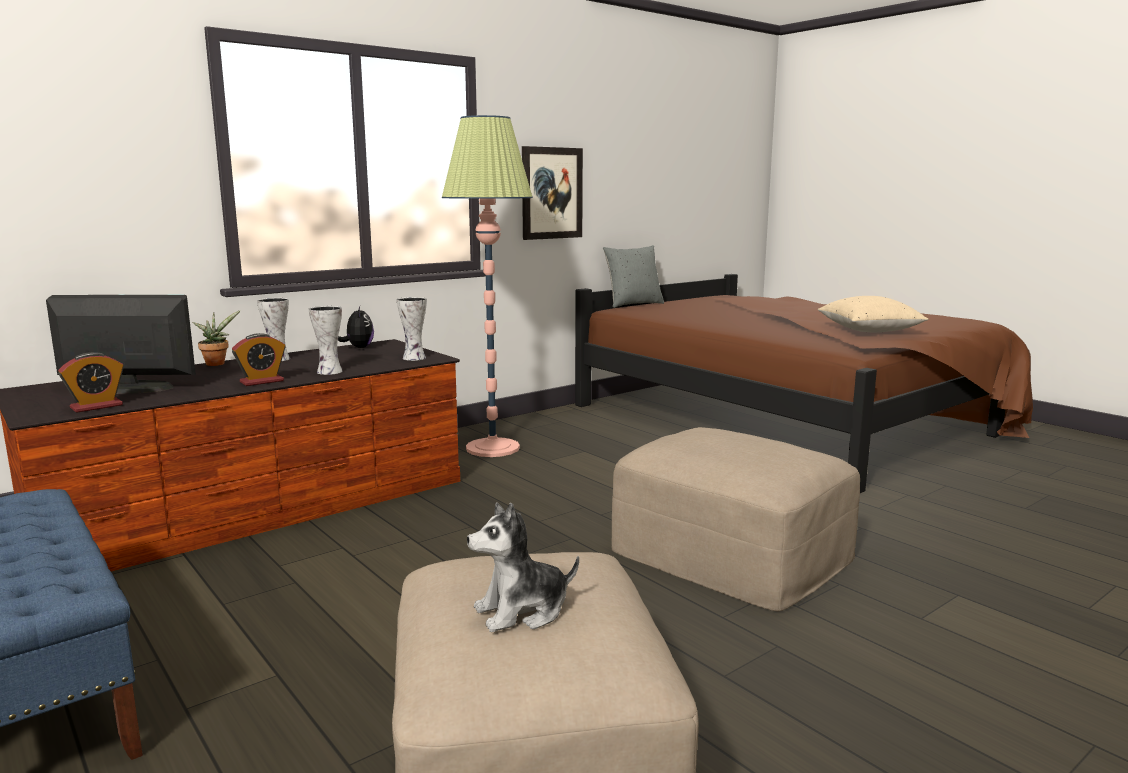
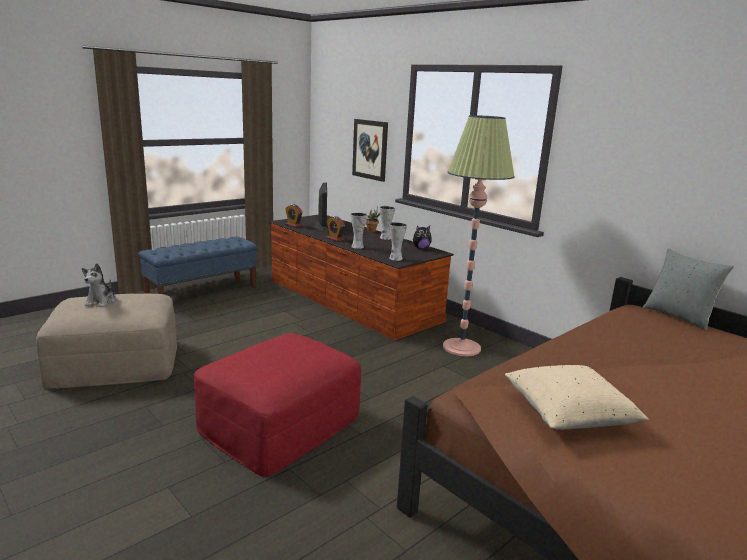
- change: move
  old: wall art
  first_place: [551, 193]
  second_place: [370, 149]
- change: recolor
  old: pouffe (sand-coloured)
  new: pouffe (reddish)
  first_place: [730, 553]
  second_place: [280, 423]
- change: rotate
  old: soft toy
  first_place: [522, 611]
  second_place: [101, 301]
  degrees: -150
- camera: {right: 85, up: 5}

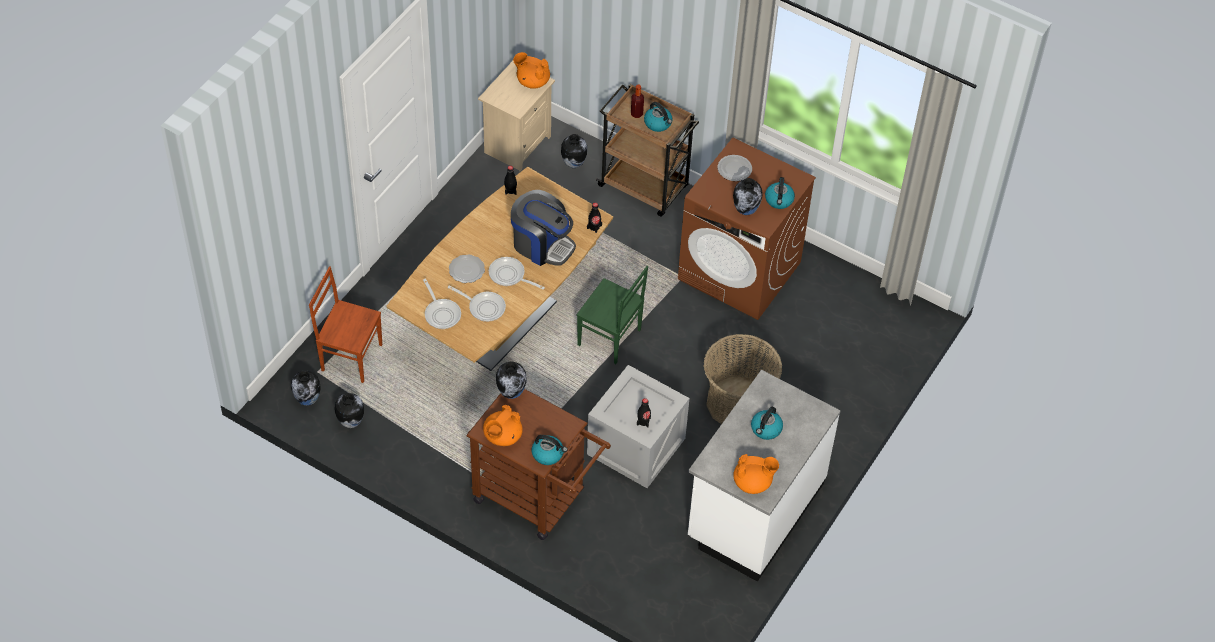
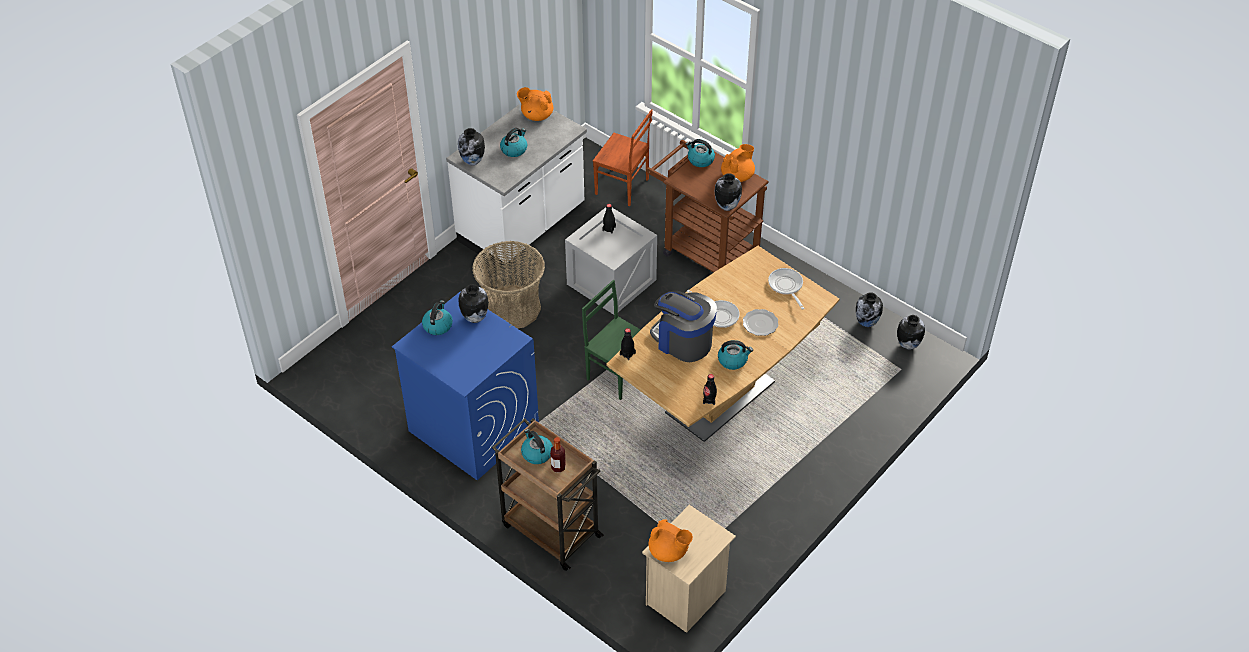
- change: delete
  old: skillet
  first_place: [484, 307]
- change: delete
  old: plate
  first_place: [735, 169]
- change: insert
  new: water kettle
  second_place: [733, 360]
- change: move
  old: plain chair (brown)
  first_place: [351, 356]
  second_place: [622, 187]
- change: move
  old: flower vase
  first_place: [573, 164]
  second_place: [472, 162]
- change: recolor
  old: laundry appliance (brown)
  new: laundry appliance (blue)
  first_place: [740, 271]
  second_place: [473, 427]
- camera: {right: -170, up: -5}

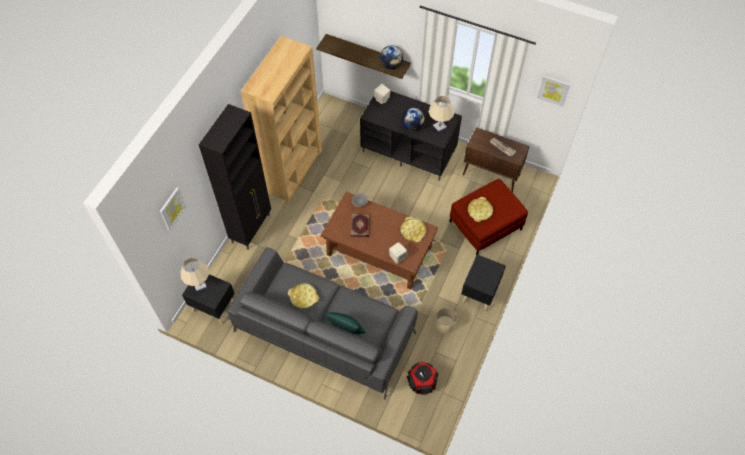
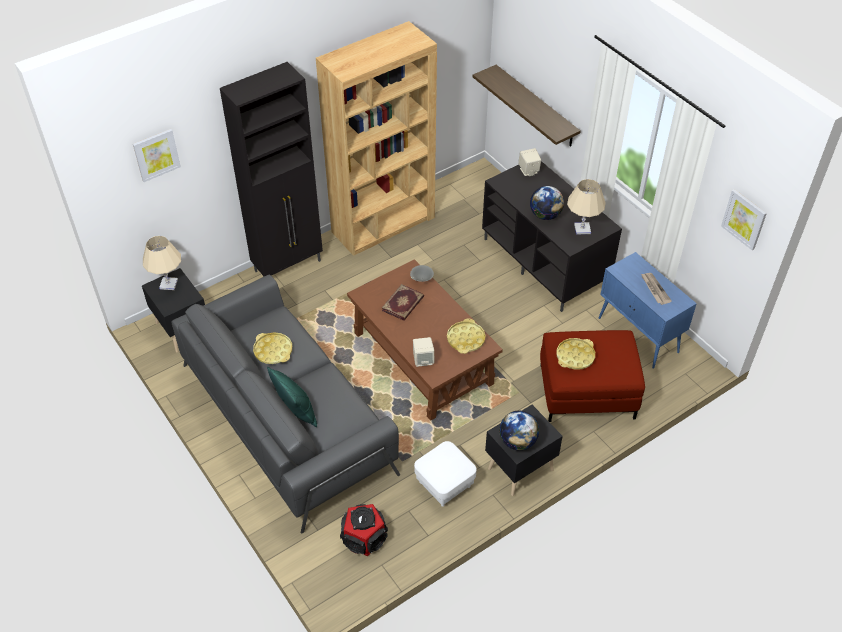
- change: move
  old: desk globe
  first_place: [391, 65]
  second_place: [517, 441]
- change: replace
  old: flower pot (sand-coloured)
  new: pouffe (white-coloured)
  first_place: [444, 324]
  second_place: [444, 484]
- change: recolor
  old: cupboard (brown)
  new: cupboard (blue)
  first_place: [491, 175]
  second_place: [638, 335]
- camera: {right: 30, up: -10}

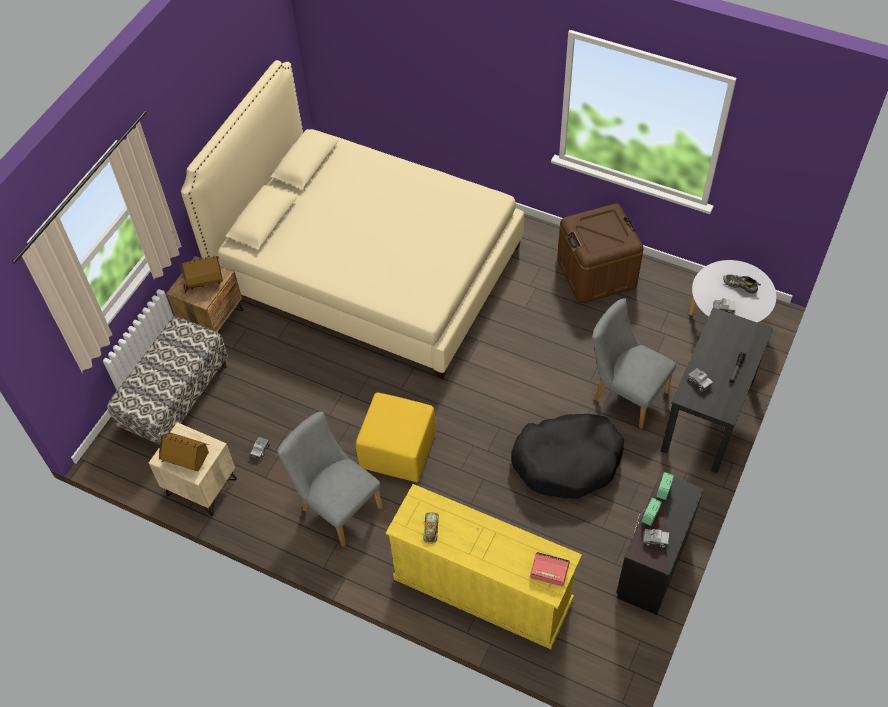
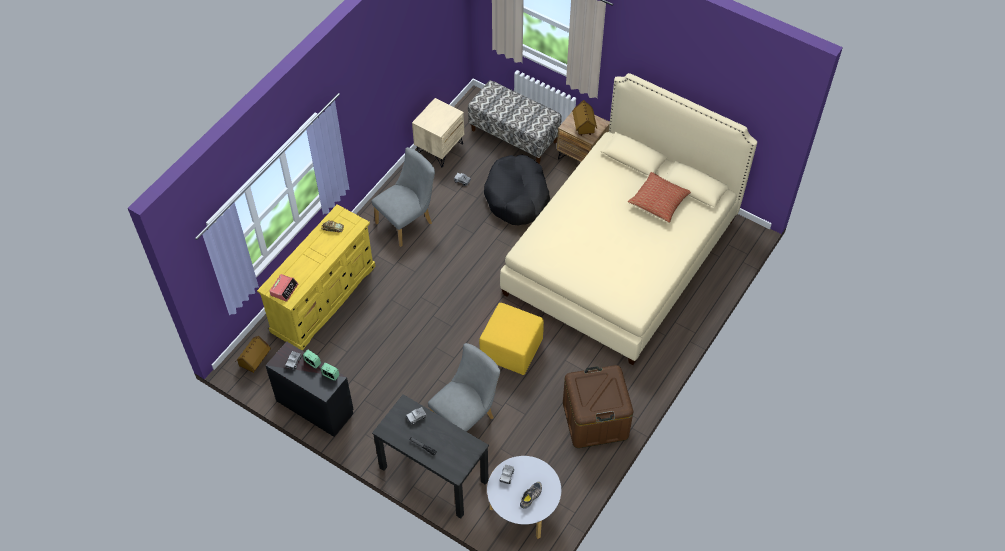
- change: insert
  new: pillow
  second_place: [658, 202]
- change: move
  old: toy house
  first_place: [187, 460]
  second_place: [255, 361]
- change: move
  old: pouffe (yellow-coloured)
  first_place: [398, 450]
  second_place: [512, 349]
- change: move
  old: pet bed (black)
  first_place: [567, 461]
  second_place: [517, 197]
- camera: {right: 95, up: 0}

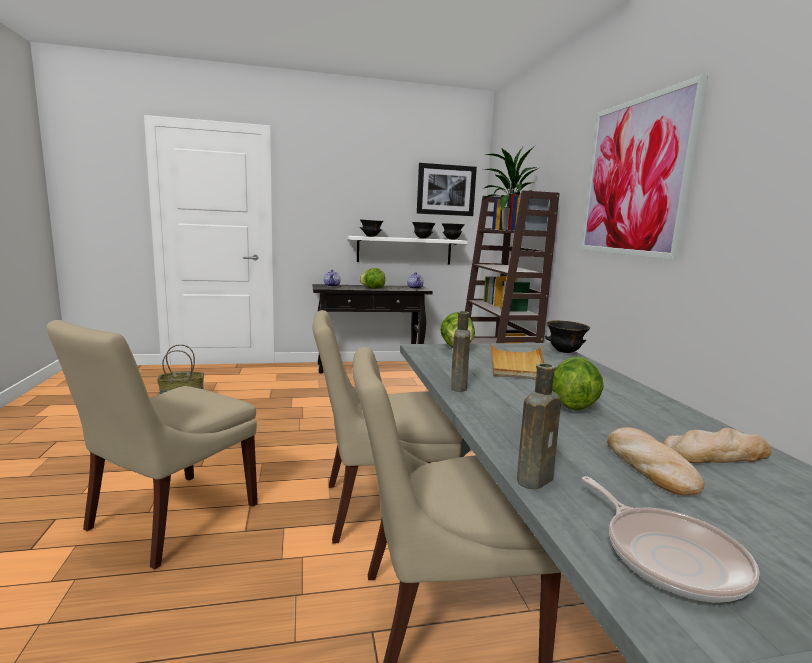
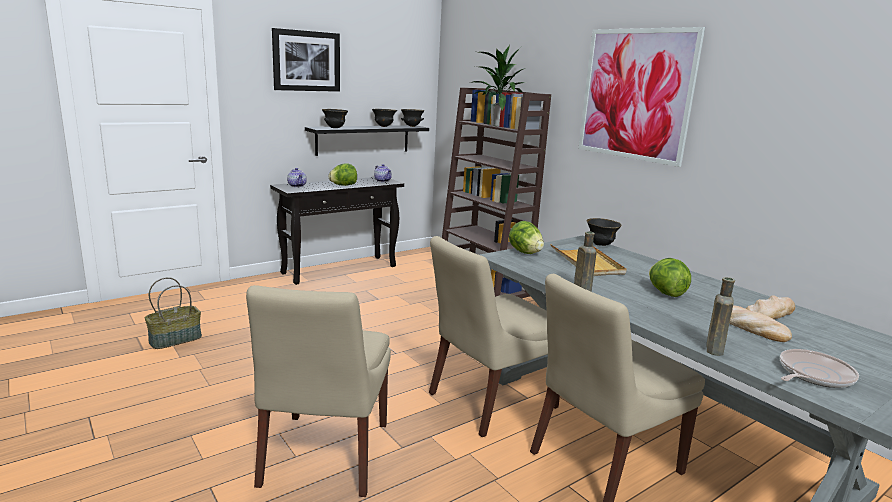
- change: move
  old: wall art
  first_place: [446, 190]
  second_place: [306, 61]
- change: recolor
  old: wall shelf (white-coloured)
  new: wall shelf (black)
  first_place: [404, 250]
  second_place: [363, 139]
- change: rotate
  old: skillet
  first_place: [669, 556]
  second_place: [813, 375]
  degrees: -75
- camera: {right: -25, up: 5}

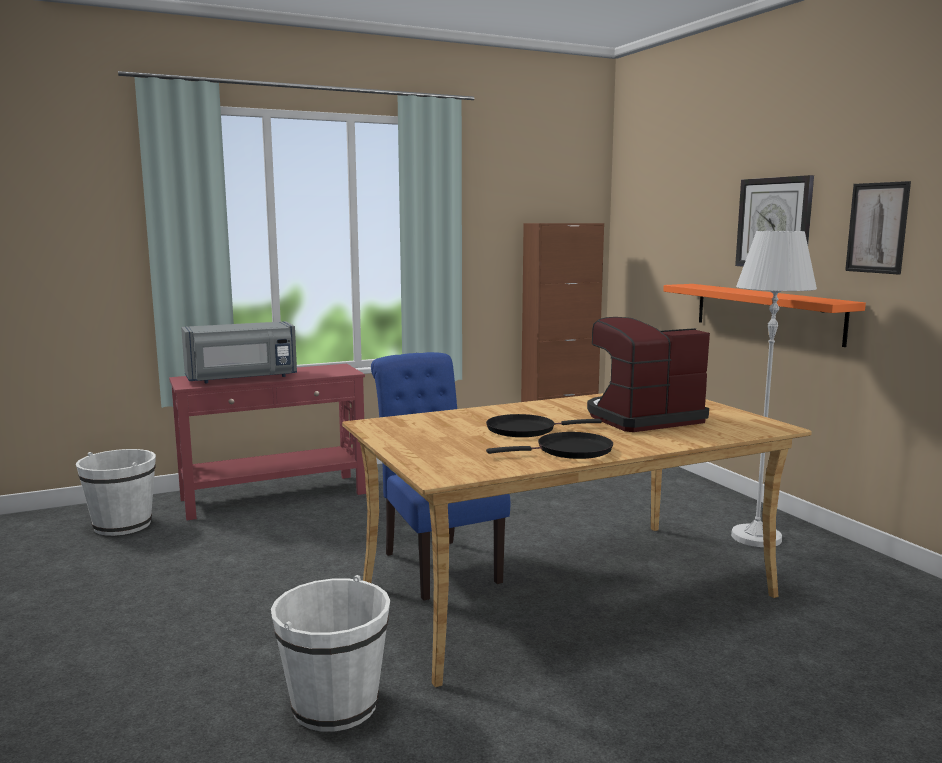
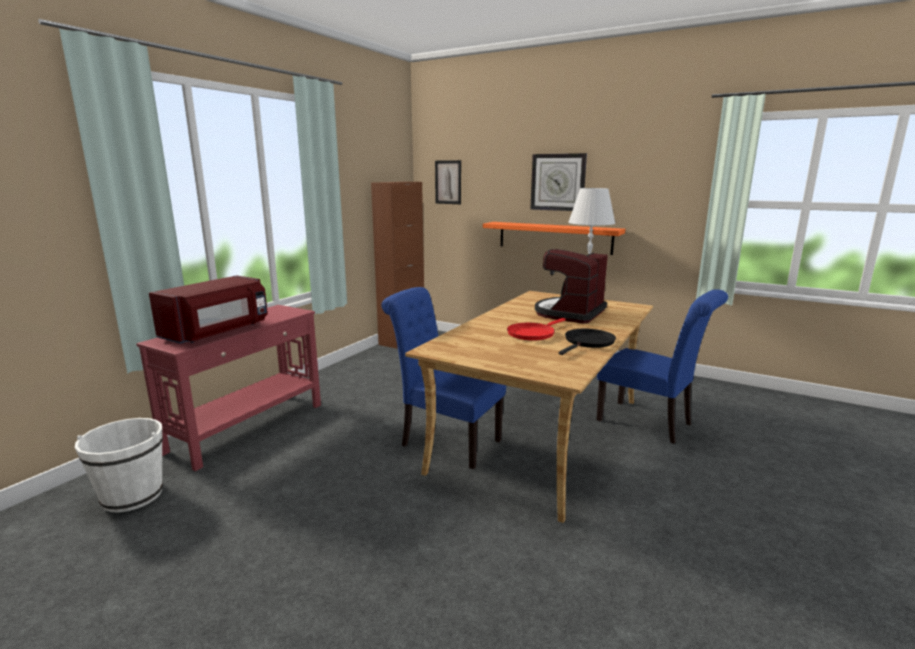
- change: delete
  old: pail (white-coloured)
  first_place: [335, 705]
- change: insert
  new: plain chair (blue)
  second_place: [650, 423]
- change: move
  old: wall art
  first_place: [877, 228]
  second_place: [448, 182]
- change: recolor
  old: microwave oven (gray)
  new: microwave oven (reddish)
  first_place: [242, 378]
  second_place: [218, 332]
- change: recolor
  old: skillet (black)
  new: skillet (reddish)
  first_place: [525, 430]
  second_place: [532, 333]
- camera: {right: -35, up: 5}

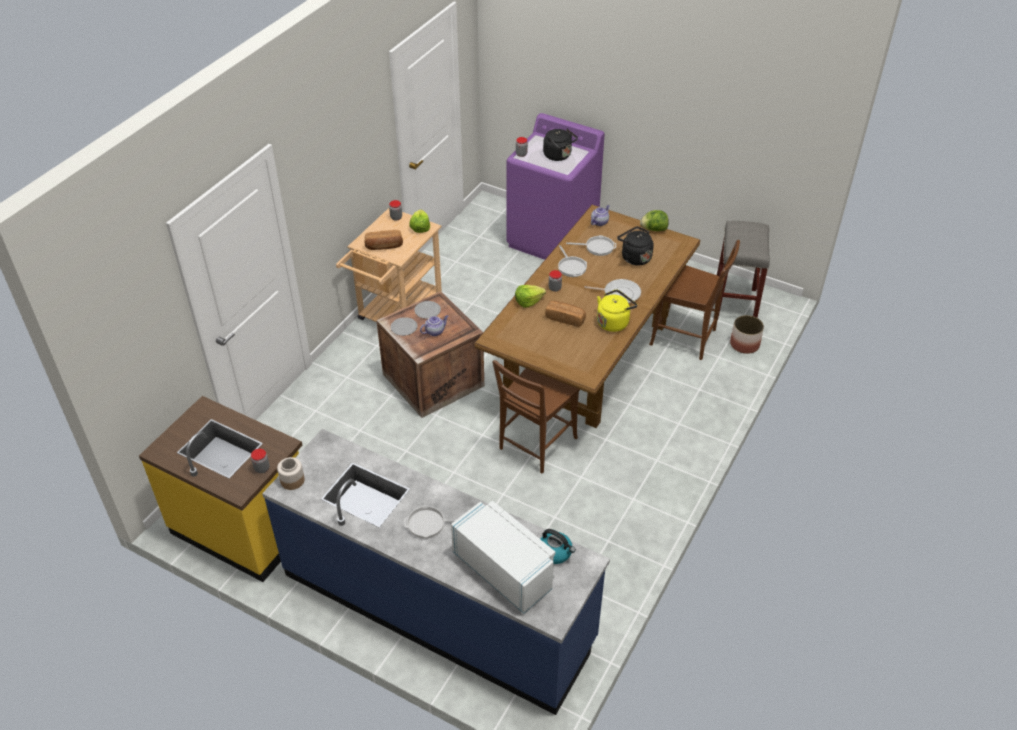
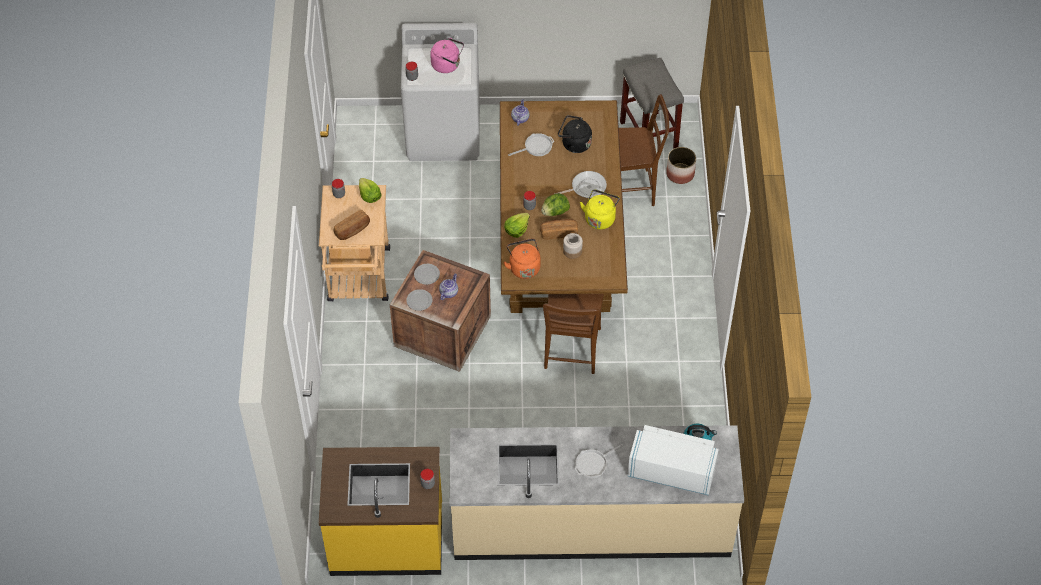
- change: delete
  old: skillet
  first_place: [571, 267]
- change: insert
  new: water kettle (orangey)
  second_place: [523, 267]
- change: move
  old: jar
  first_place: [292, 480]
  second_place: [572, 251]
- change: move
  old: lettuce
  first_place: [654, 229]
  second_place: [555, 212]
- change: recolor
  old: kitchen counter (blue)
  new: kitchen counter (sand-coloured)
  first_place: [438, 606]
  second_place: [591, 522]
- change: recolor
  old: laundry appliance (purple-coloured)
  new: laundry appliance (white-coloured)
  first_place: [552, 238]
  second_place: [444, 133]
- change: recolor
  old: water kettle (black)
  new: water kettle (pink)
  first_place: [559, 156]
  second_place: [447, 65]
- camera: {right: -30, up: 10}

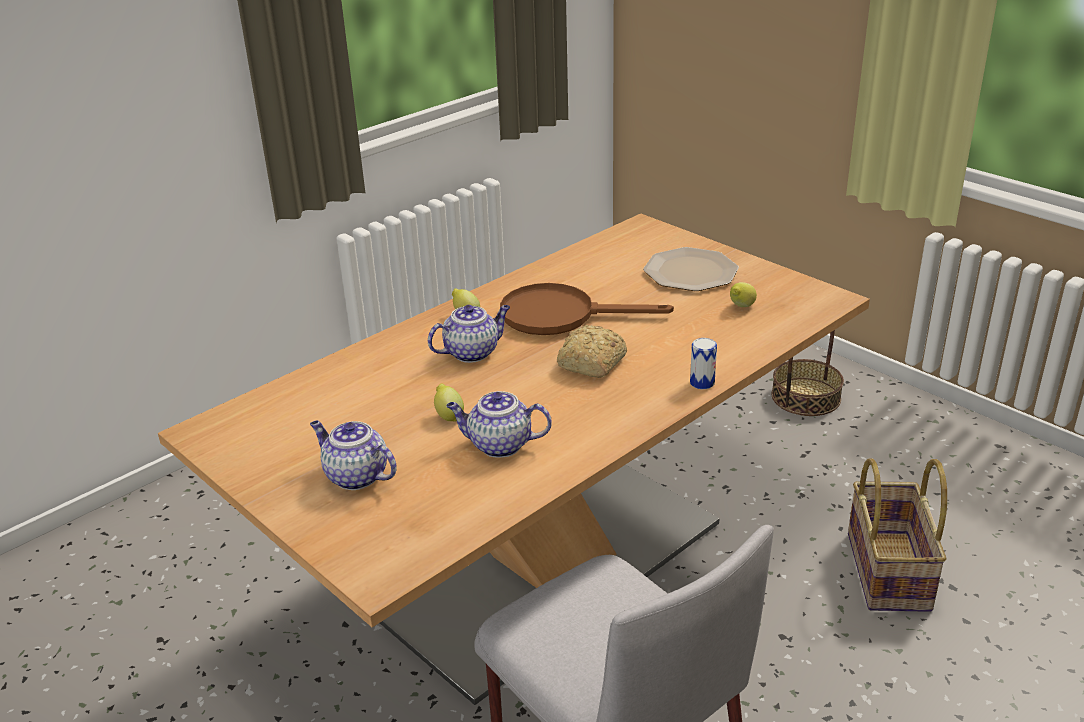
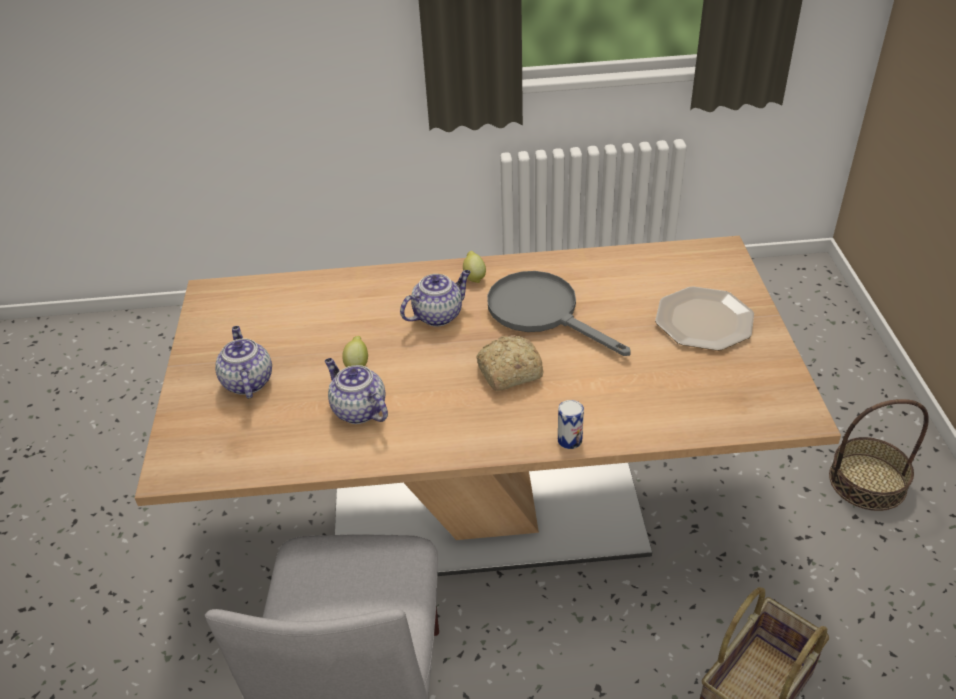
- change: delete
  old: citrus fruit
  first_place: [741, 307]
- change: recolor
  old: skillet (brown)
  new: skillet (gray)
  first_place: [561, 315]
  second_place: [542, 312]
- change: rotate
  old: tea pot
  first_place: [472, 352]
  second_place: [438, 315]
  degrees: -45
- camera: {right: 40, up: 10}

